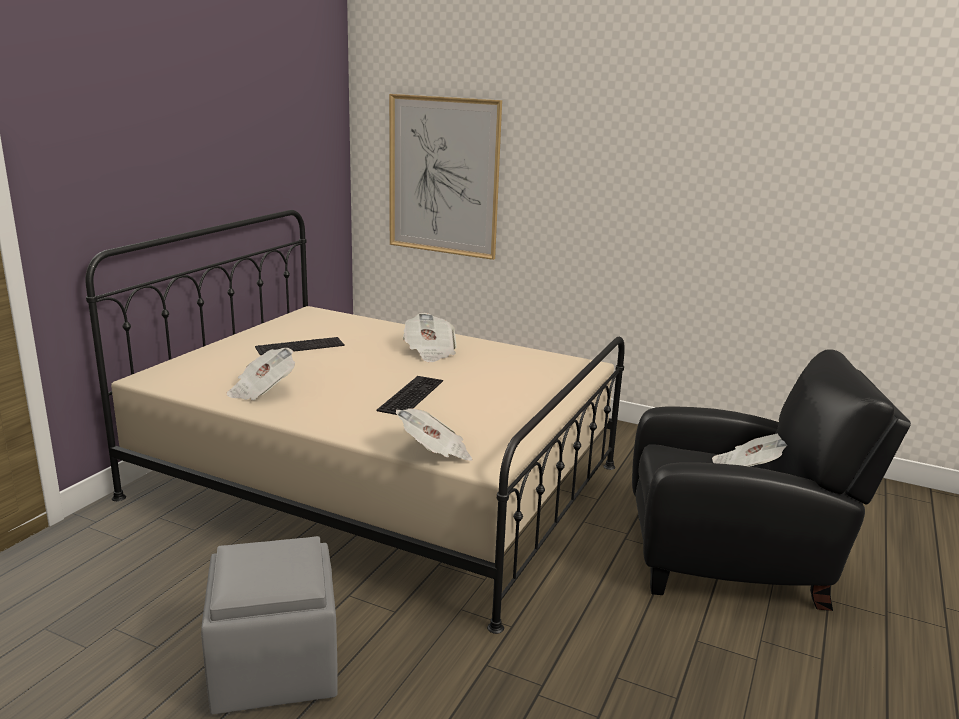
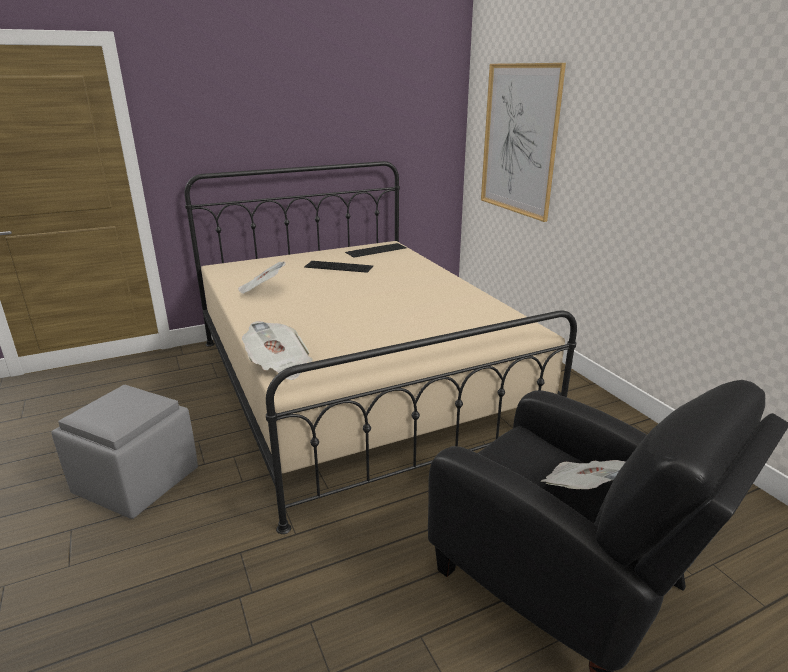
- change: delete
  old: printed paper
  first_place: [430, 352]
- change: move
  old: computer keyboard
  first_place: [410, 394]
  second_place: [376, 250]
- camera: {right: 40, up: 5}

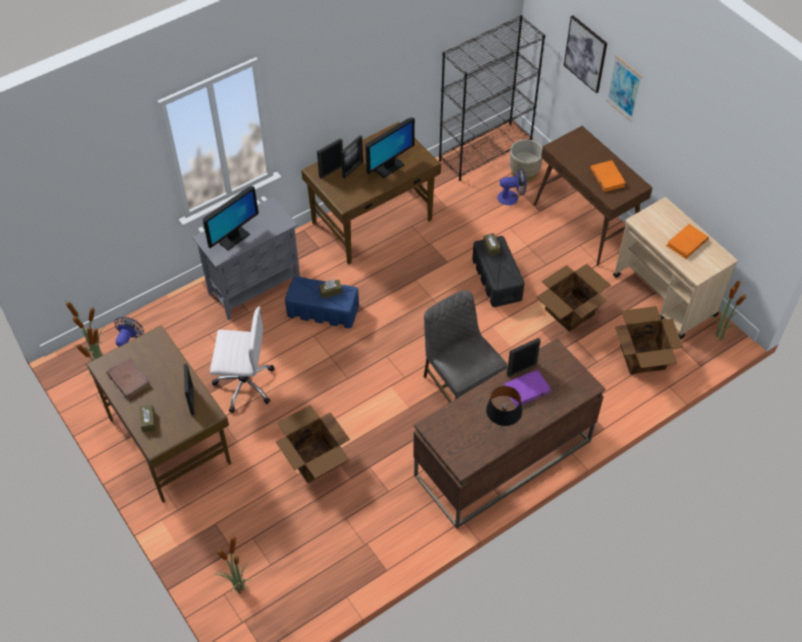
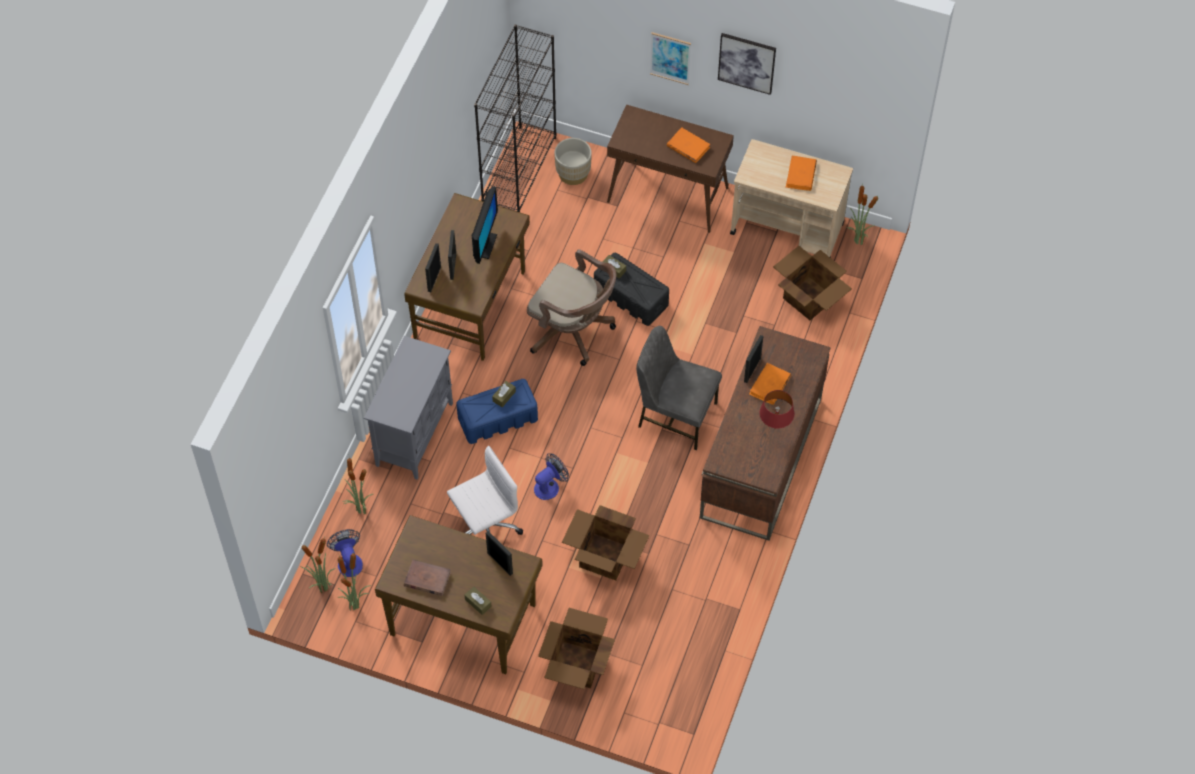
- change: delete
  old: computer screen
  first_place: [233, 238]
- change: insert
  new: office chair (brown)
  second_place: [573, 331]
- change: move
  old: plant in a pot
  first_place: [238, 587]
  second_place: [360, 510]
- change: move
  old: cooling fan
  first_place: [511, 197]
  second_place: [550, 486]
- change: move
  old: cardboard box
  first_place: [569, 312]
  second_place: [576, 665]
- change: move
  old: wall art
  first_place: [586, 54]
  second_place: [747, 62]
- change: recolor
  old: table lamp (black)
  new: table lamp (reddish)
  first_place: [502, 427]
  second_place: [775, 429]
- change: recolor
  old: book (purple-coloured)
  new: book (orangey)
  first_place: [526, 390]
  second_place: [769, 385]
- camera: {right: -35, up: 5}

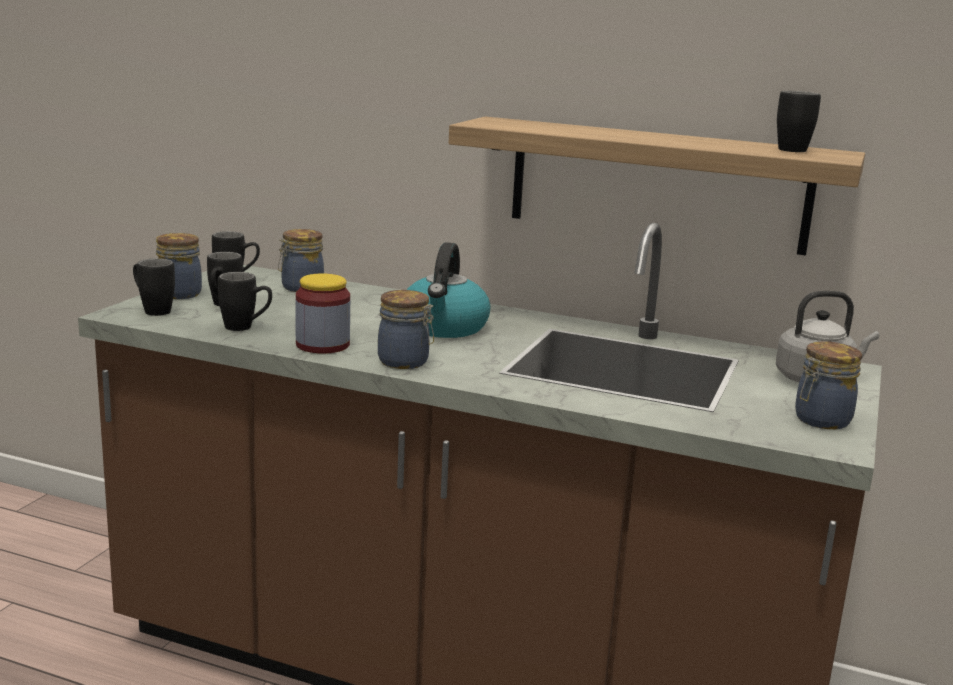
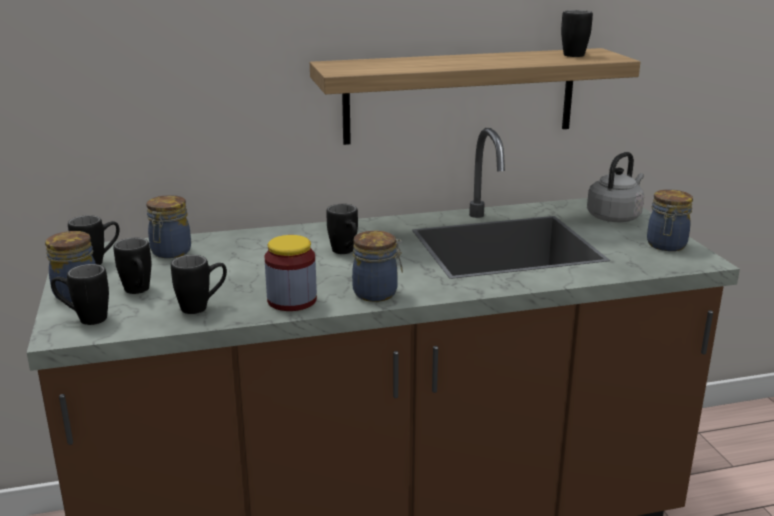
- change: replace
  old: water kettle
  new: tea mug (black)
  first_place: [444, 327]
  second_place: [346, 252]
- camera: {right: -35, up: 5}

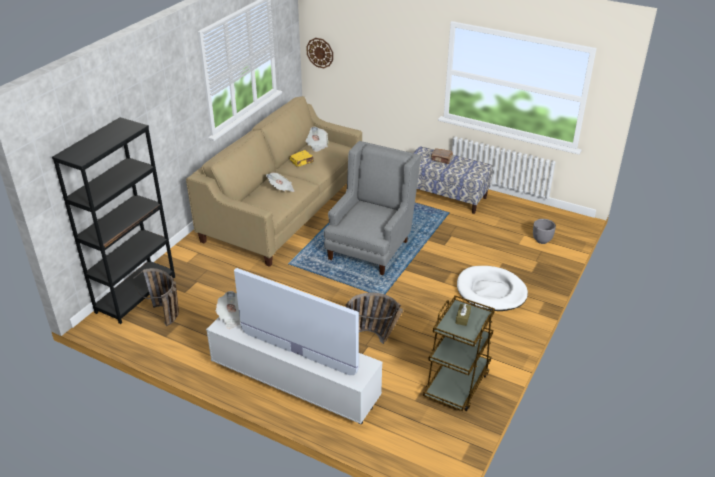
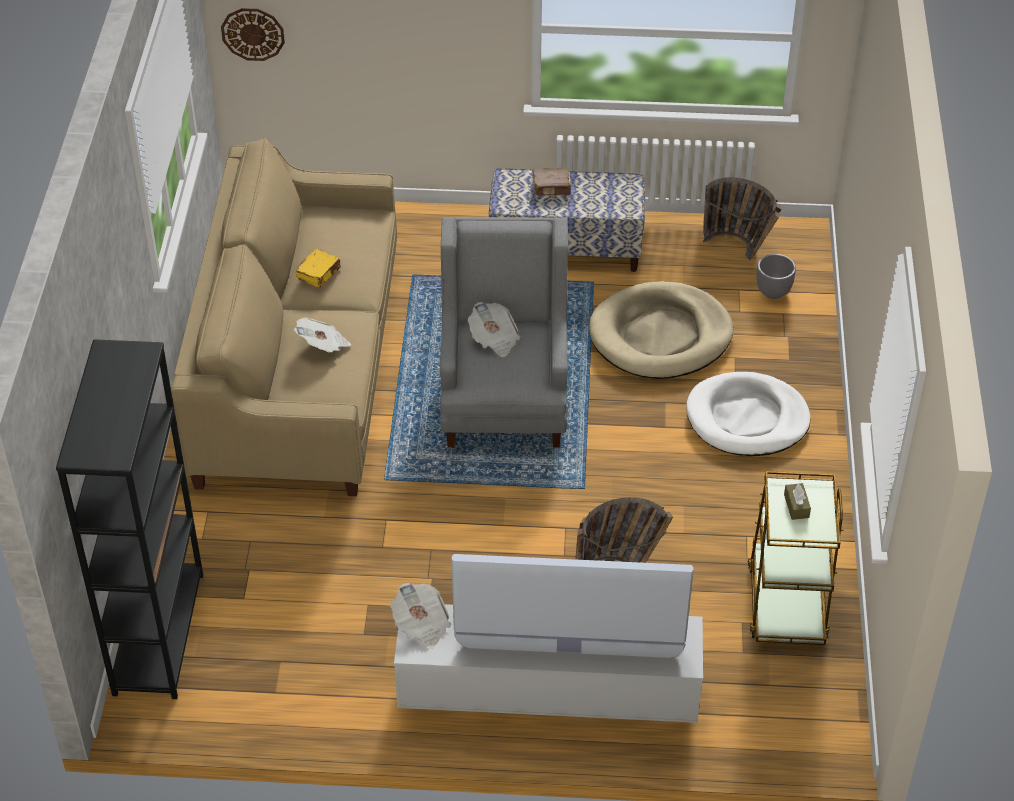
- change: insert
  new: pet bed (sand-coloured)
  second_place: [660, 336]
- change: move
  old: basket
  first_place: [167, 319]
  second_place: [740, 250]
- change: move
  old: printed paper
  first_place: [316, 145]
  second_place: [494, 339]
- camera: {right: -25, up: 10}

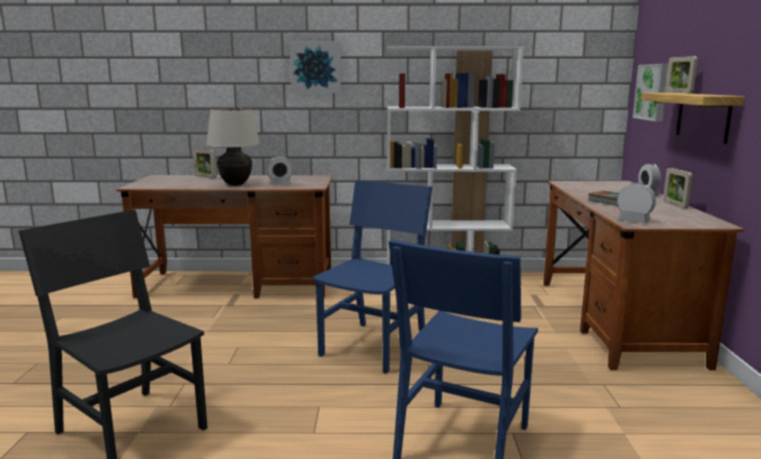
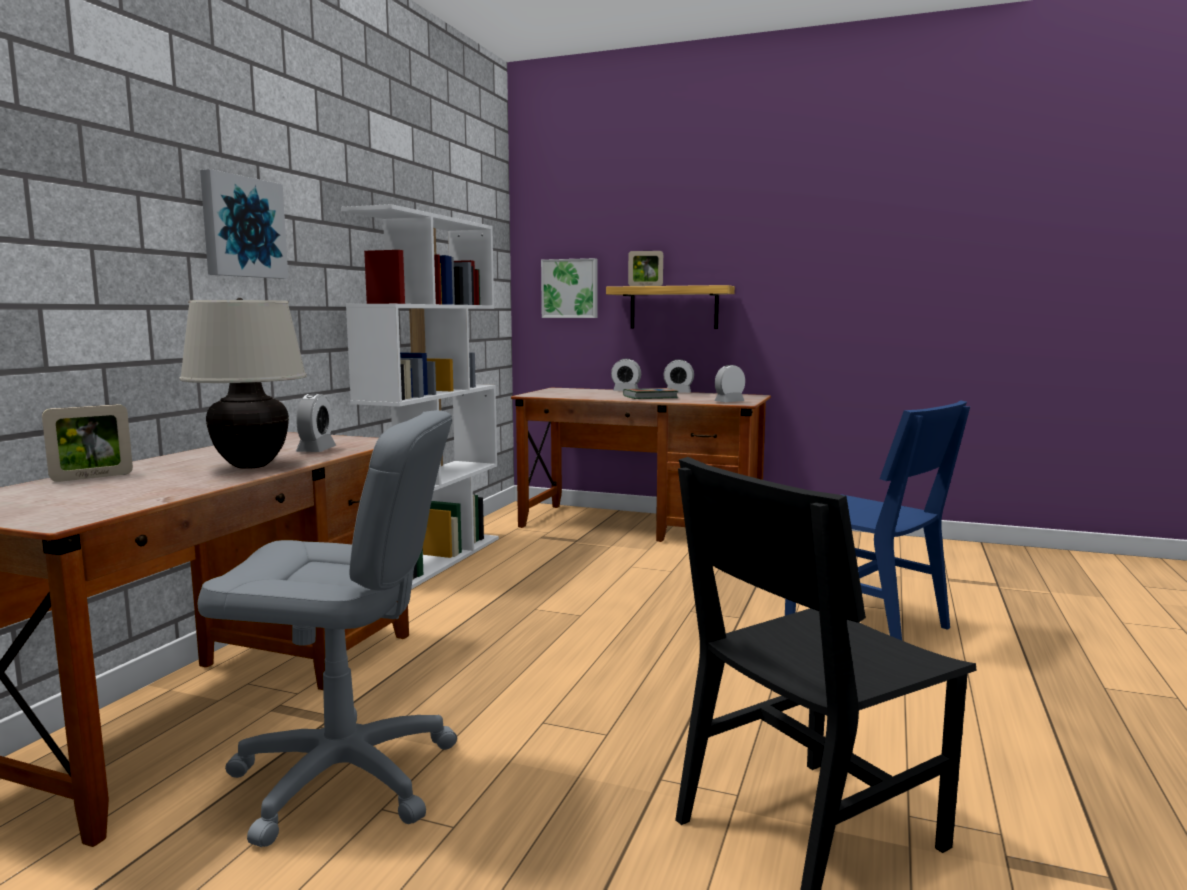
- change: delete
  old: plain chair (blue)
  first_place: [374, 346]
- change: insert
  new: office chair (gray)
  second_place: [344, 777]
- change: replace
  old: standing frame
  new: bedside clock
  first_place: [675, 205]
  second_place: [678, 392]
- camera: {right: -70, up: -5}

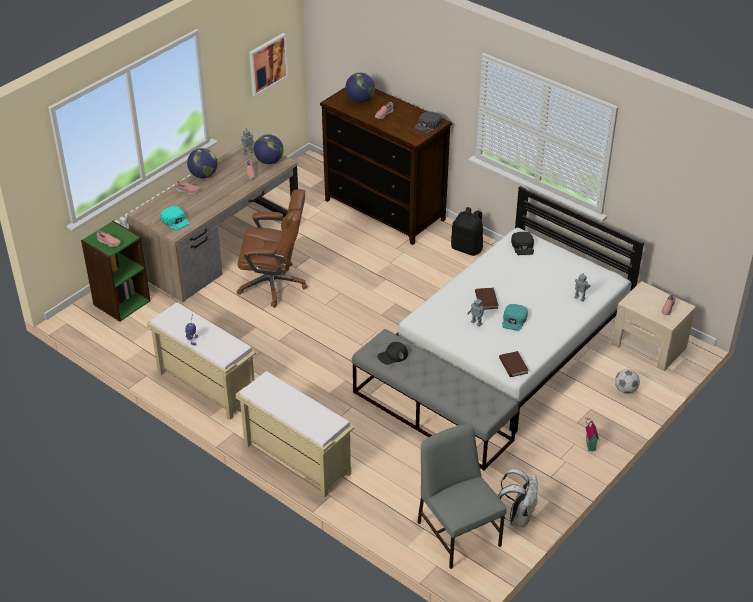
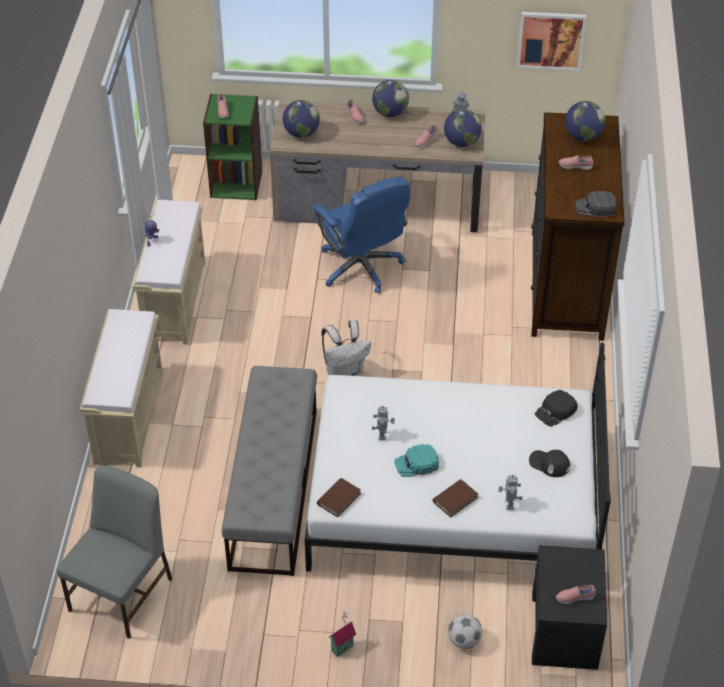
- change: delete
  old: rucksack (black)
  first_place: [467, 248]
- change: move
  old: cap (black)
  first_place: [392, 356]
  second_place: [549, 464]
- change: move
  old: book (brown)
  first_place: [486, 300]
  second_place: [455, 499]
- change: move
  old: rucksack (white-coloured)
  first_place: [518, 517]
  second_place: [345, 372]
- change: replace
  old: cap (blue-green)
  new: desk globe
  first_place: [175, 220]
  second_place: [301, 133]
- change: recolor
  old: office chair (brown)
  new: office chair (blue)
  first_place: [274, 284]
  second_place: [361, 267]
- change: recolor
  old: bedside table (sand-coloured)
  new: bedside table (black)
  first_place: [649, 346]
  second_place: [564, 630]
- camera: {right: 55, up: 5}

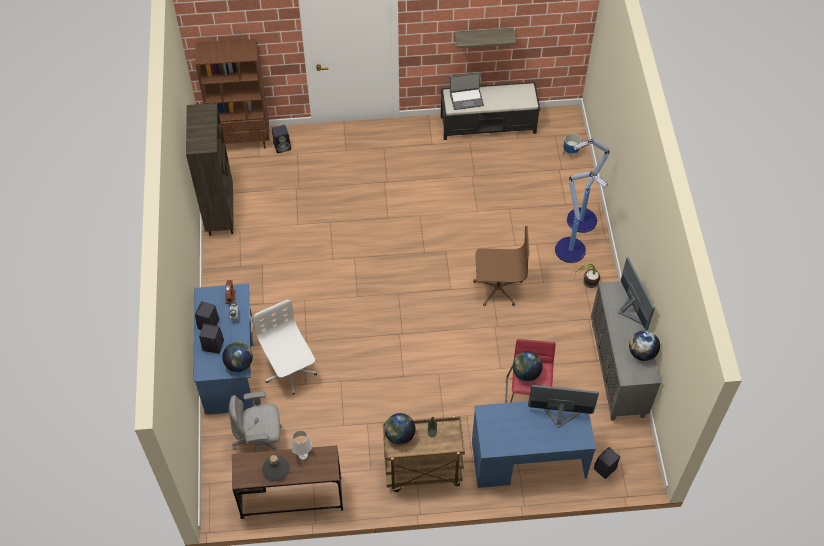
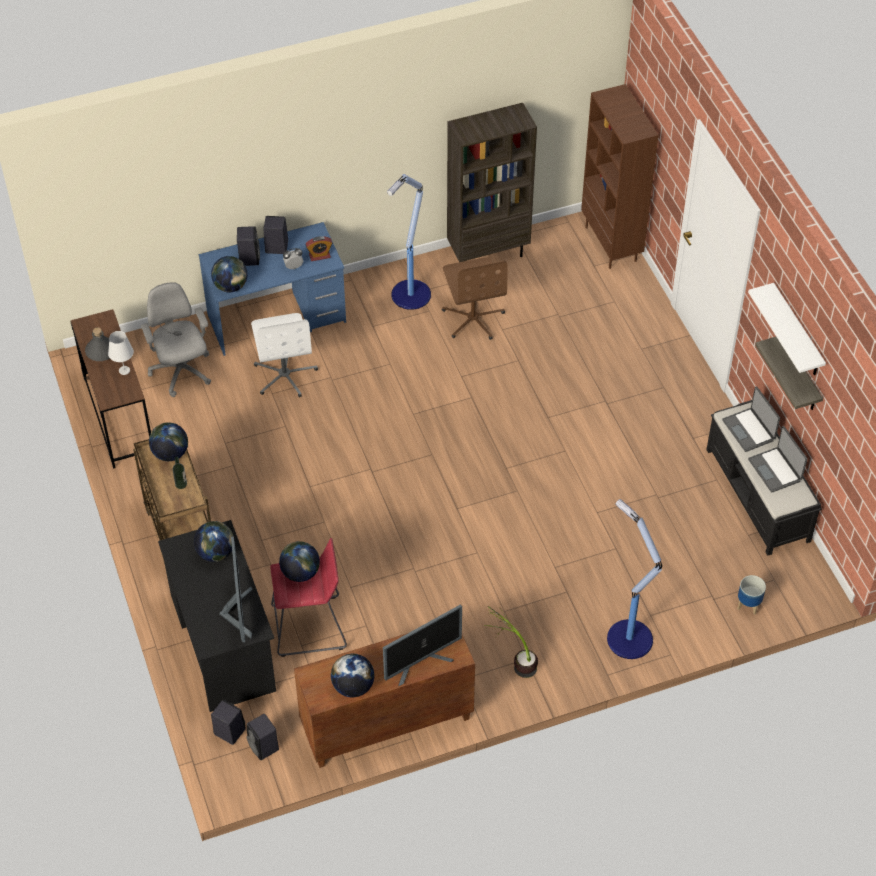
- change: insert
  new: desk globe
  second_place: [216, 553]
- change: insert
  new: wall shelf (white-coloured)
  second_place: [797, 332]
- change: insert
  new: portable computer
  second_place: [775, 470]
- change: move
  old: speaker (black)
  first_place: [283, 146]
  second_place: [264, 747]
- change: move
  old: office chair (brown)
  first_place: [497, 287]
  second_place: [473, 318]
- change: move
  old: standard lamp
  first_place: [571, 250]
  second_place: [410, 296]
- change: recolor
  old: desk table (blue)
  new: desk table (black)
  first_place: [528, 459]
  second_place: [222, 642]
- change: recolor
  old: cupboard (gray)
  new: cupboard (brown)
  first_place: [618, 370]
  second_place: [386, 724]
- change: rotate
  old: office chair (white-coloured)
  first_place: [290, 371]
  second_place: [285, 375]
  degrees: 120
- camera: {right: 75, up: -5}

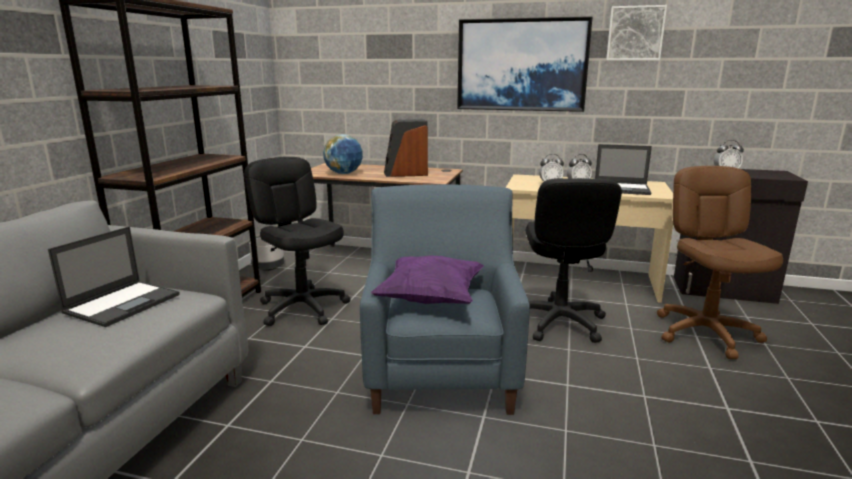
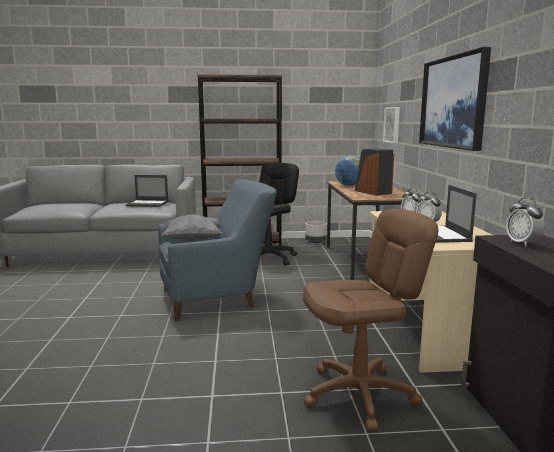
- change: delete
  old: office chair (black)
  first_place: [558, 322]
- change: move
  old: wall art
  first_place: [635, 33]
  second_place: [393, 125]
- change: recolor
  old: pillow (purple-coloured)
  new: pillow (gray)
  first_place: [430, 299]
  second_place: [193, 240]
- camera: {right: 70, up: -5}

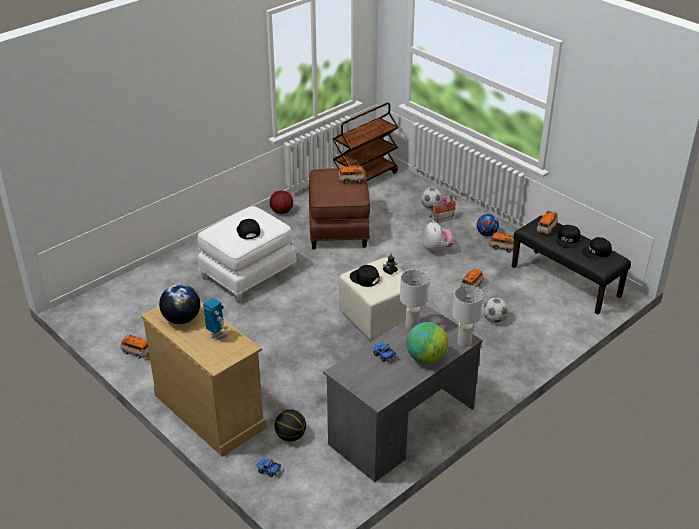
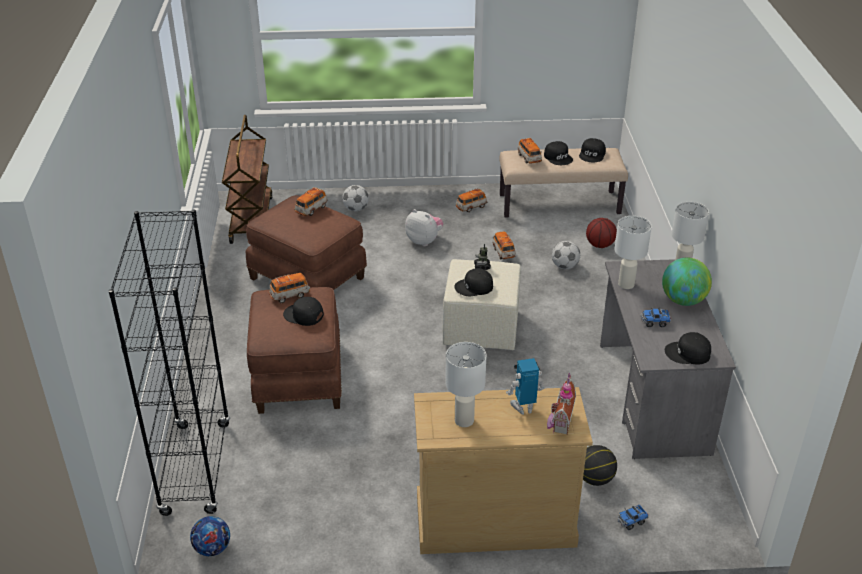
- change: insert
  new: bookcase (black)
  second_place: [196, 468]
- change: insert
  new: cap (black)
  second_place: [688, 353]
- change: move
  old: toy car
  first_place: [137, 352]
  second_place: [290, 295]
- change: move
  old: basketball ball
  first_place: [282, 212]
  second_place: [600, 245]
- change: move
  old: toy house
  first_place: [441, 218]
  second_place: [559, 422]
- change: move
  old: football ball
  first_place: [486, 234]
  second_place: [212, 548]
- change: replace
  old: desk globe
  new: table lamp (white-coloured)
  first_place: [181, 319]
  second_place: [463, 420]
- change: recolor
  old: pouffe (white-coloured)
  new: pouffe (brown)
  first_place: [247, 274]
  second_place: [297, 376]
- change: recolor
  old: indoor bench (black)
  new: indoor bench (sand-coloured)
  first_place: [566, 281]
  second_place: [559, 204]
- camera: {right: -50, up: 0}

